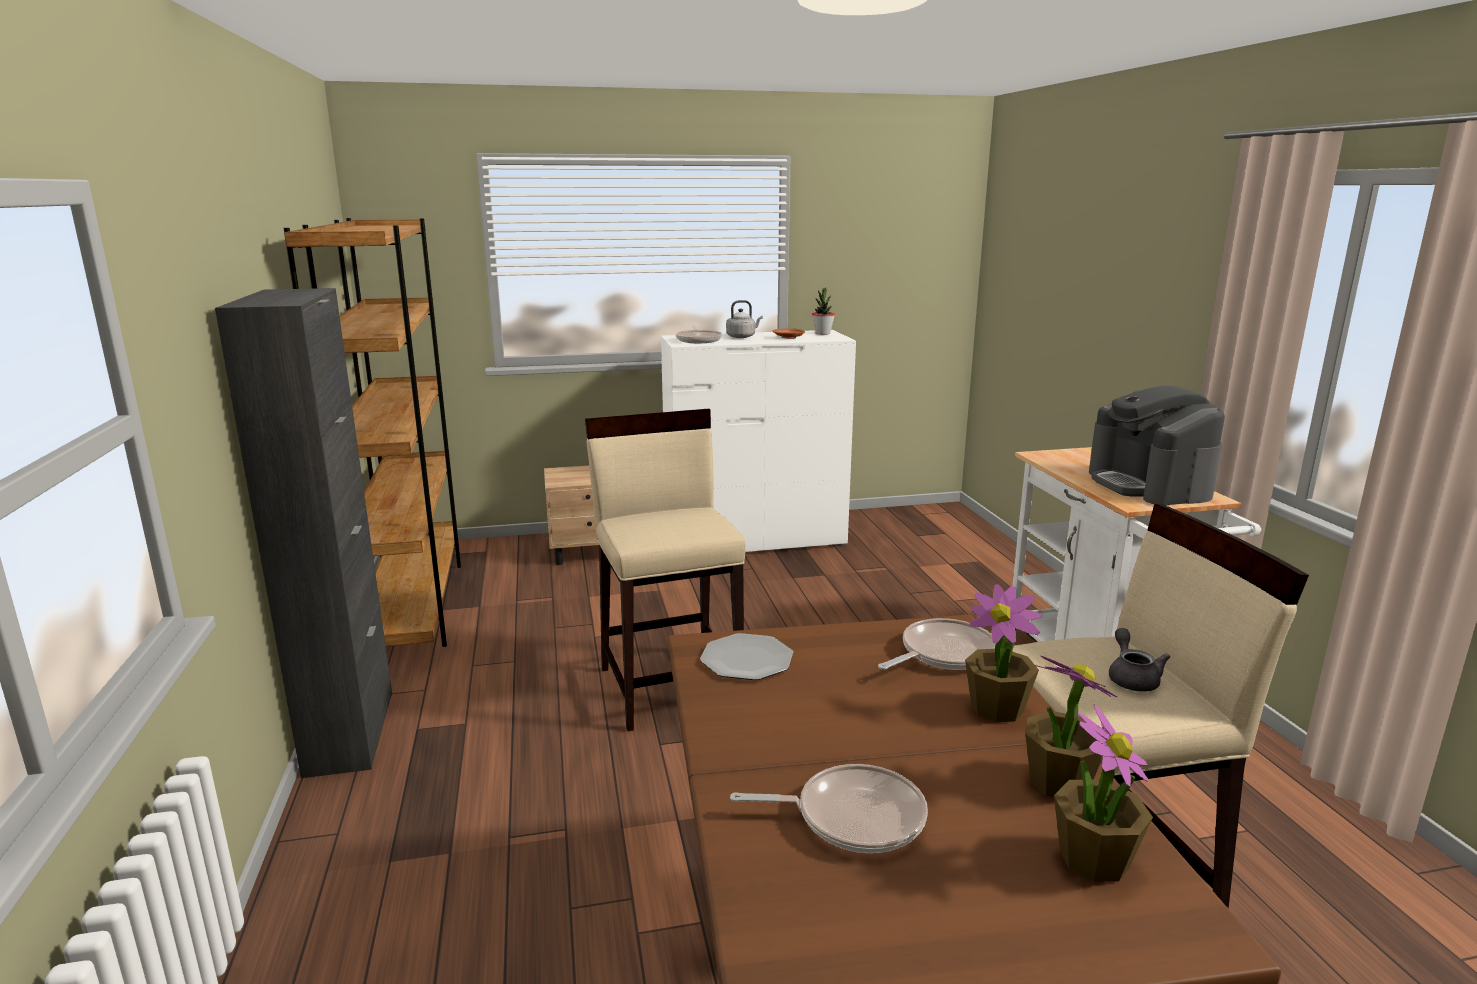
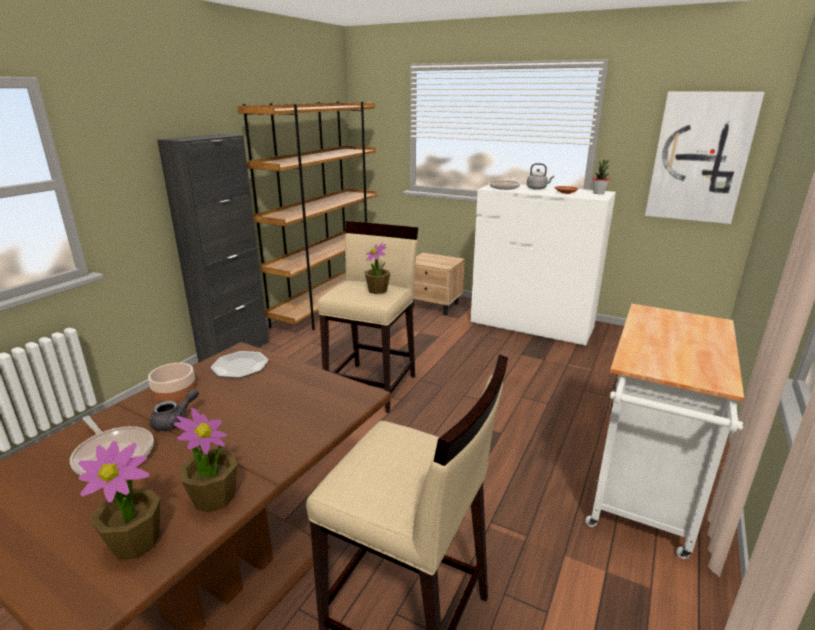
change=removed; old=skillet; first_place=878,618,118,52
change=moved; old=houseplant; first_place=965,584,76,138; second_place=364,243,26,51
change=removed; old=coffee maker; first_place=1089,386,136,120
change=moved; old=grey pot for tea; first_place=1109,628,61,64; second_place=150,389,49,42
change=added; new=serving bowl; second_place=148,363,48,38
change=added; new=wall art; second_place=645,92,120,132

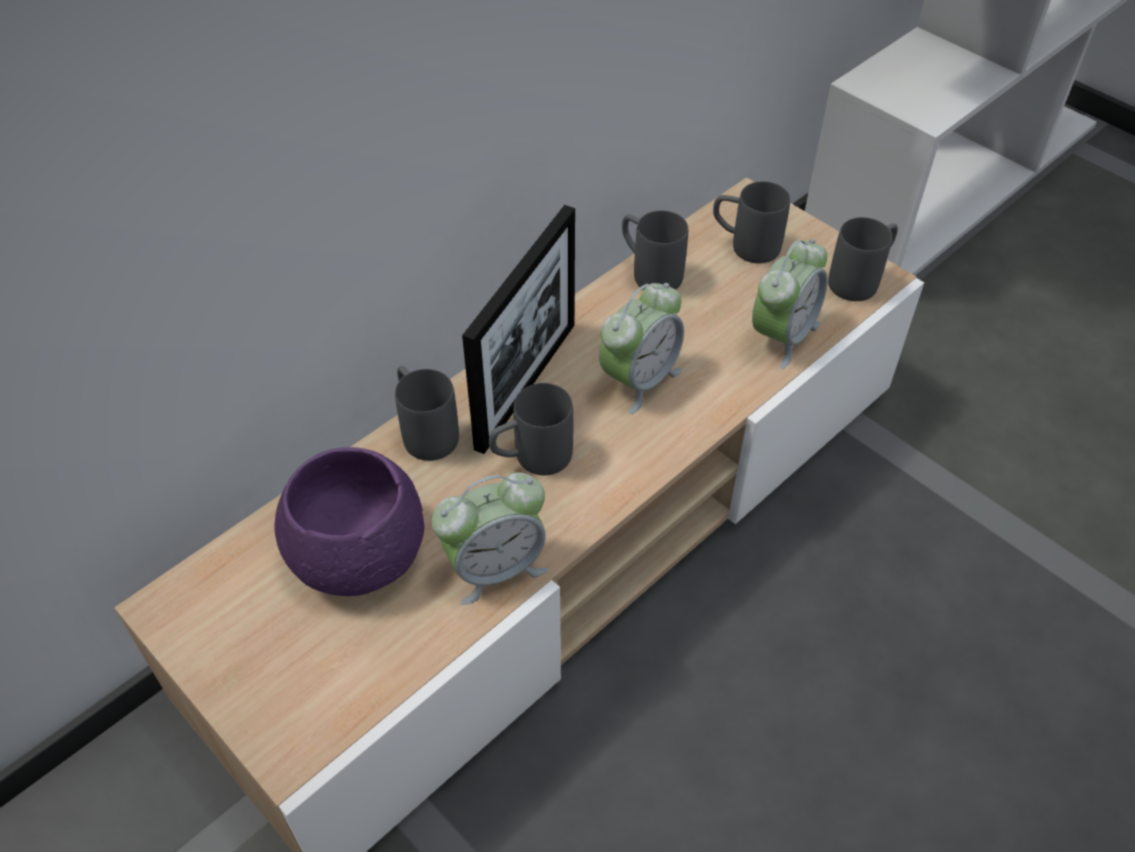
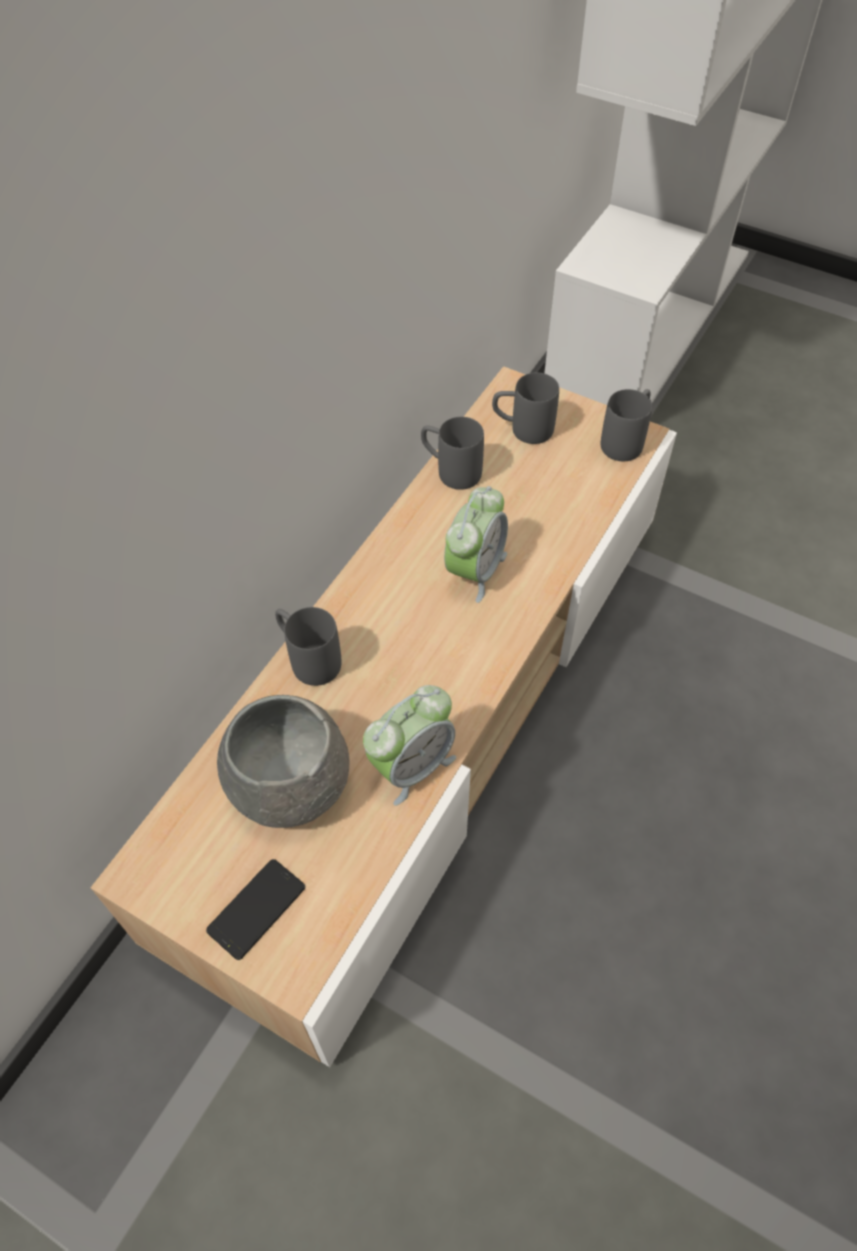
change=recoloured; old=purplish serving bowl; new=grey serving bowl; first_place=274,447,150,149; second_place=217,695,133,133
change=removed; old=standing frame; first_place=462,205,113,249
change=removed; old=grey coffee mug; first_place=489,383,84,92
change=removed; old=alarm clock; first_place=752,239,75,130
change=added; new=telephone; second_place=206,859,99,101

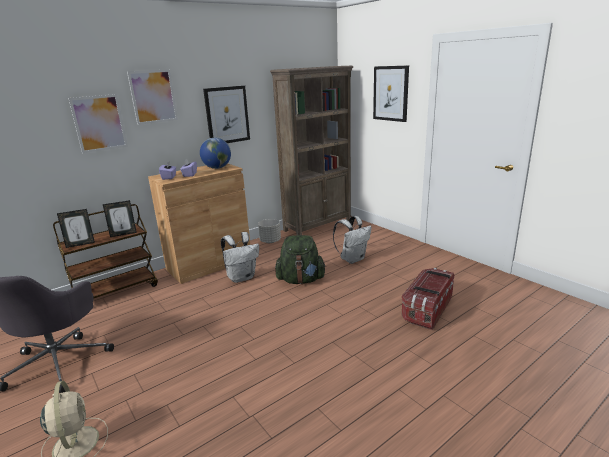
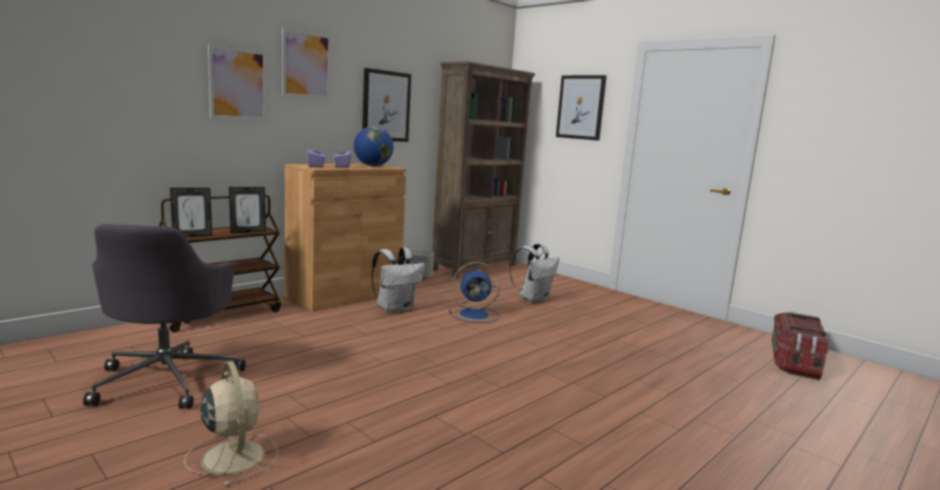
change=replaced; old=green knapsack; new=blue fan; first_place=275,235,51,49; second_place=449,262,51,61
change=moved; old=storage container; first_place=402,268,52,62; second_place=772,312,56,69

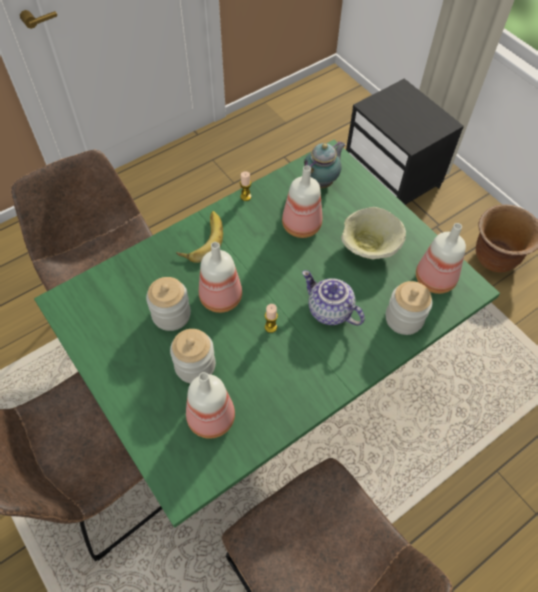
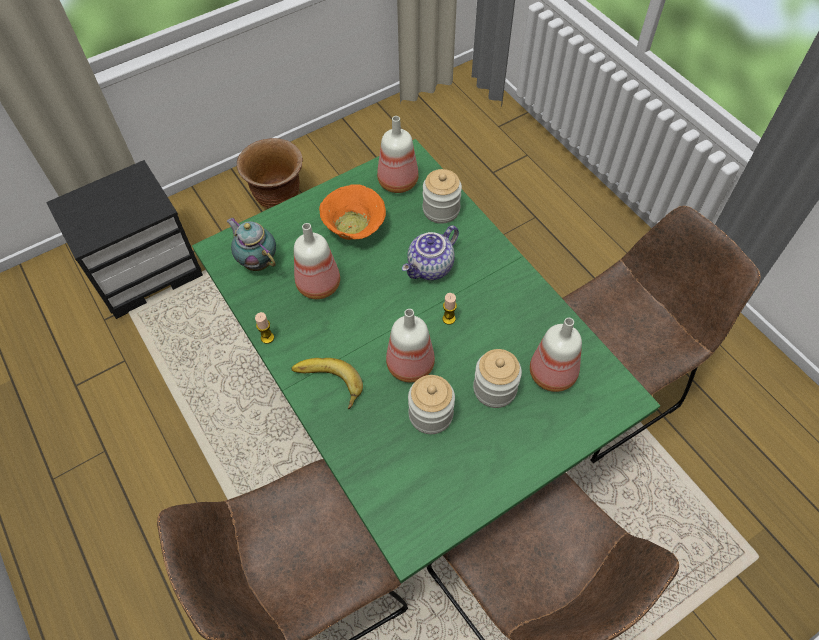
change=recoloured; old=sand-coloured serving bowl; new=orangey serving bowl; first_place=341,207,65,52; second_place=319,185,67,55

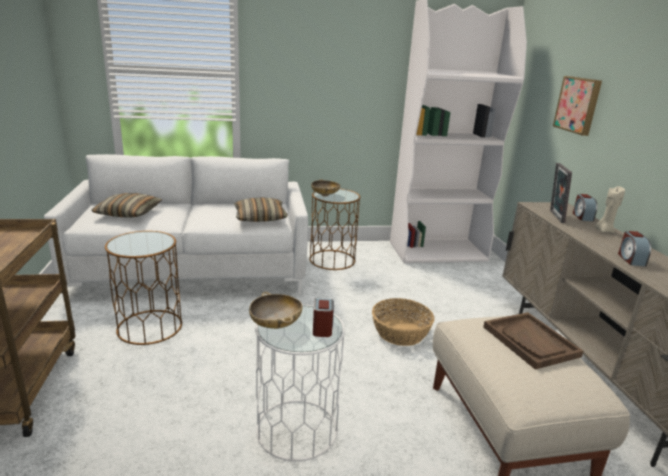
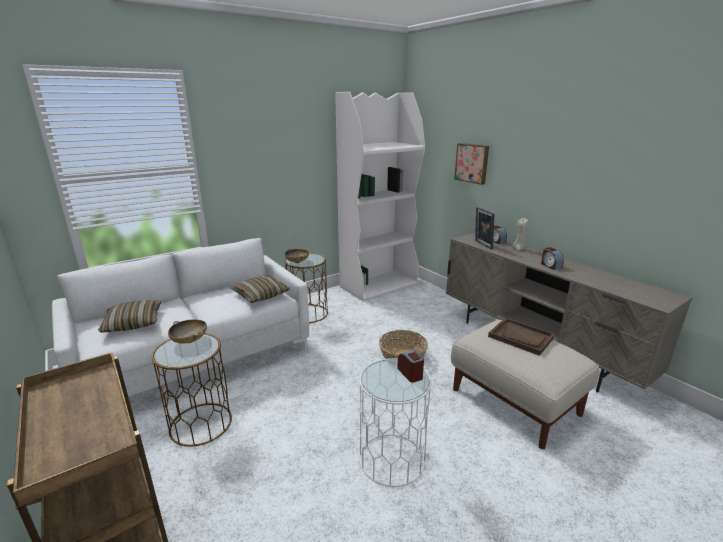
change=moved; old=sand-coloured serving bowl; first_place=249,292,53,37; second_place=168,320,39,23

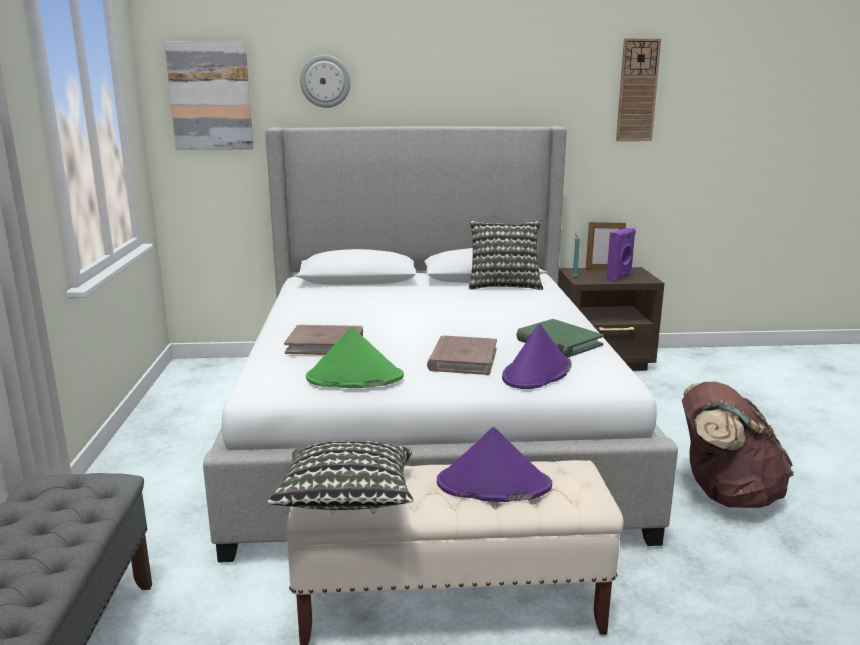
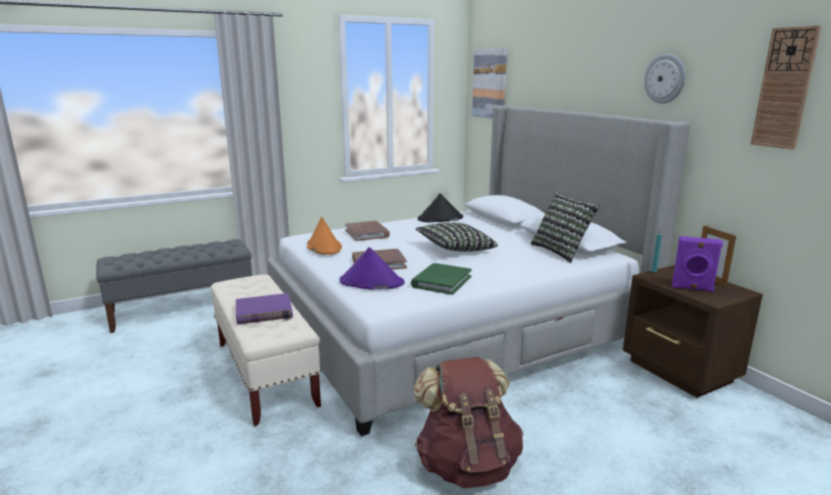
change=moved; old=cushion; first_place=268,441,145,69; second_place=415,223,83,28
change=moved; old=clock on the wall; first_place=300,55,51,53; second_place=644,54,42,50
change=recoloured; old=green clothing hat; new=orangey clothing hat; first_place=306,327,98,61; second_place=307,217,35,38
change=replaced; old=purplish clothing hat; new=purplish bound book; first_place=437,427,115,75; second_place=236,293,57,31
change=added; new=blackish clothing hat; second_place=418,193,45,29

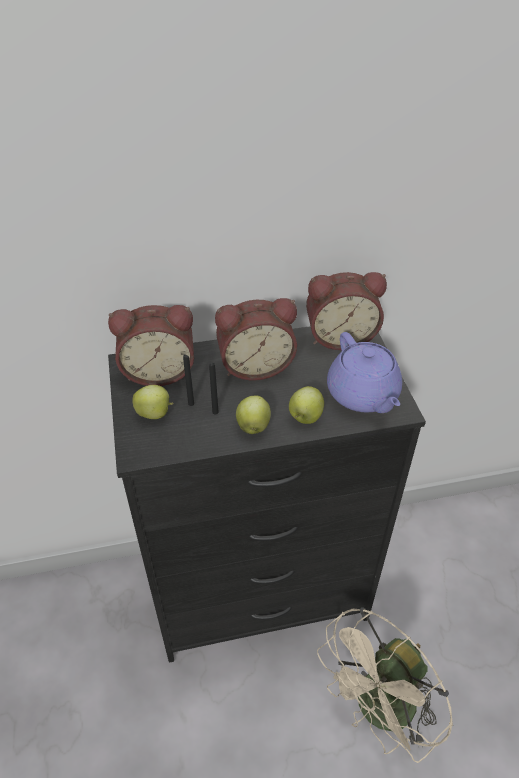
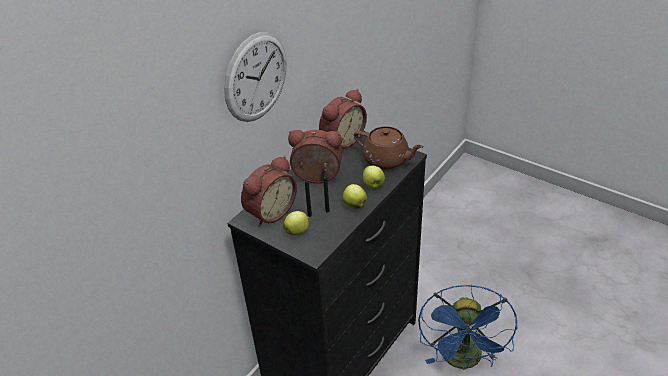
change=turned; old=alarm clock; first_place=215,298,82,82; second_place=288,130,54,54; degrees=-120
change=recoloured; old=sand-coloured fan; new=blue fan; first_place=317,607,136,156; second_place=418,285,100,85
change=recoloured; old=purplish pot for tea; new=brown pot for tea; first_place=327,332,75,81; second_place=354,126,70,43
change=added; new=clock on the wall; second_place=224,32,62,90

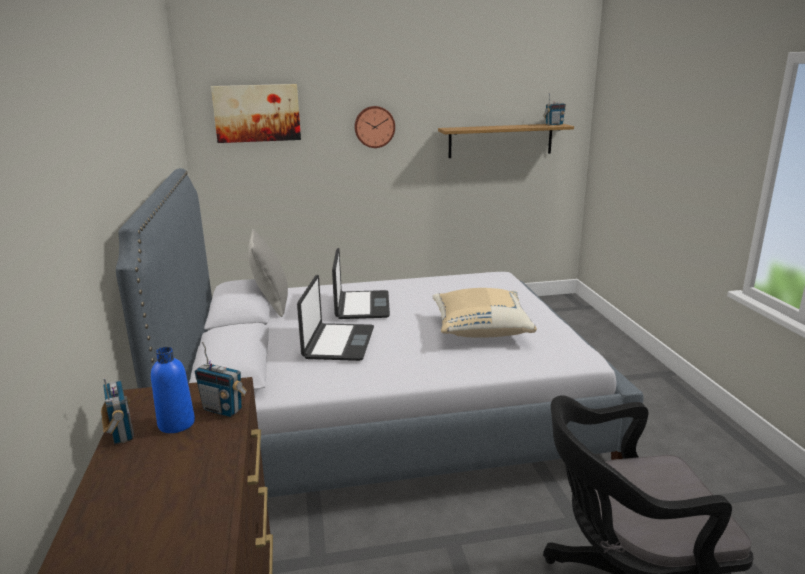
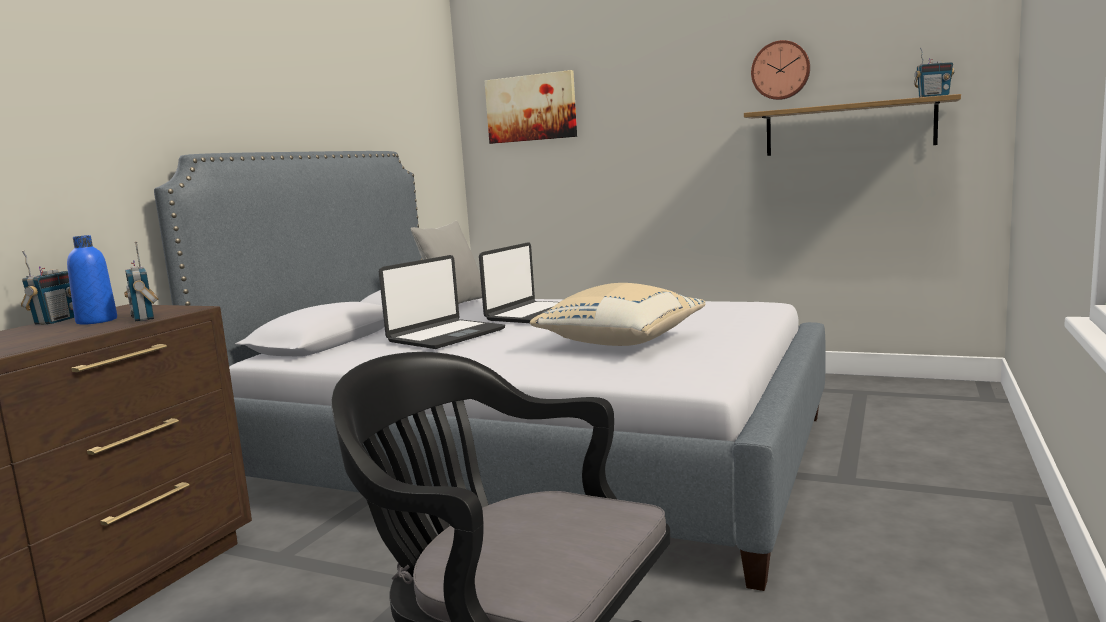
change=moved; old=clock on the wall; first_place=355,106,40,42; second_place=751,40,59,60

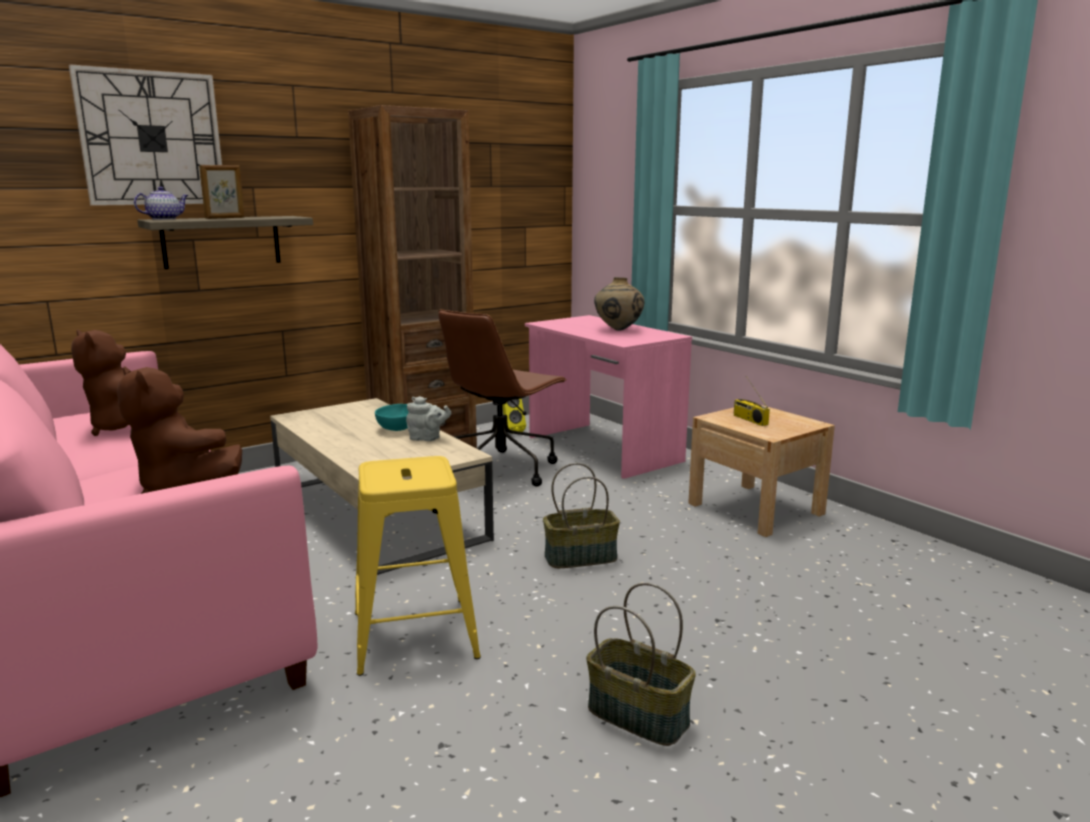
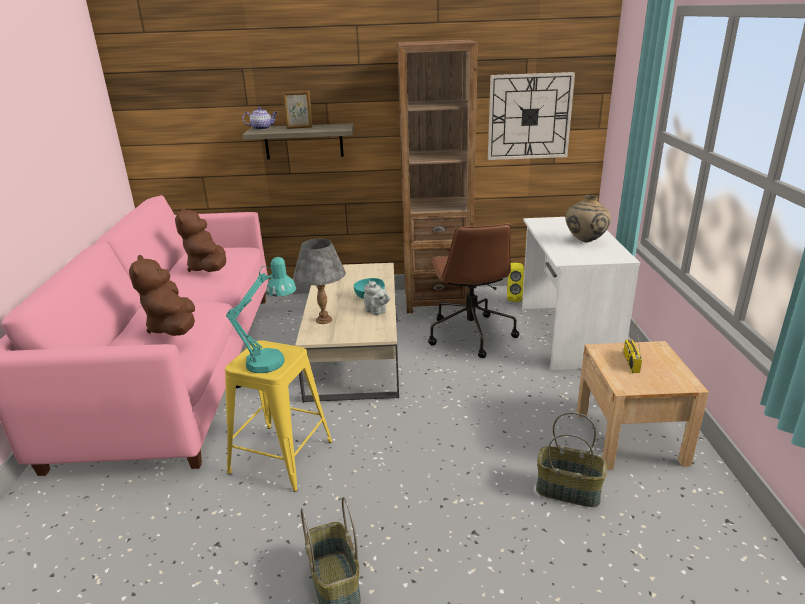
change=moved; old=clock on the wall; first_place=69,64,153,142; second_place=488,72,87,88
change=turned; old=brown desk chair; first_place=438,310,129,177; second_place=428,223,91,135; degrees=-75
change=recoloured; old=pinkish desk table; new=whitish desk table; first_place=525,315,167,164; second_place=522,217,118,153
change=moved; old=storage basket; first_place=543,463,77,105; second_place=536,412,71,95
change=added; new=turquoise table lamp; second_place=226,257,70,116
change=added; new=grey table lamp; second_place=293,239,53,85

